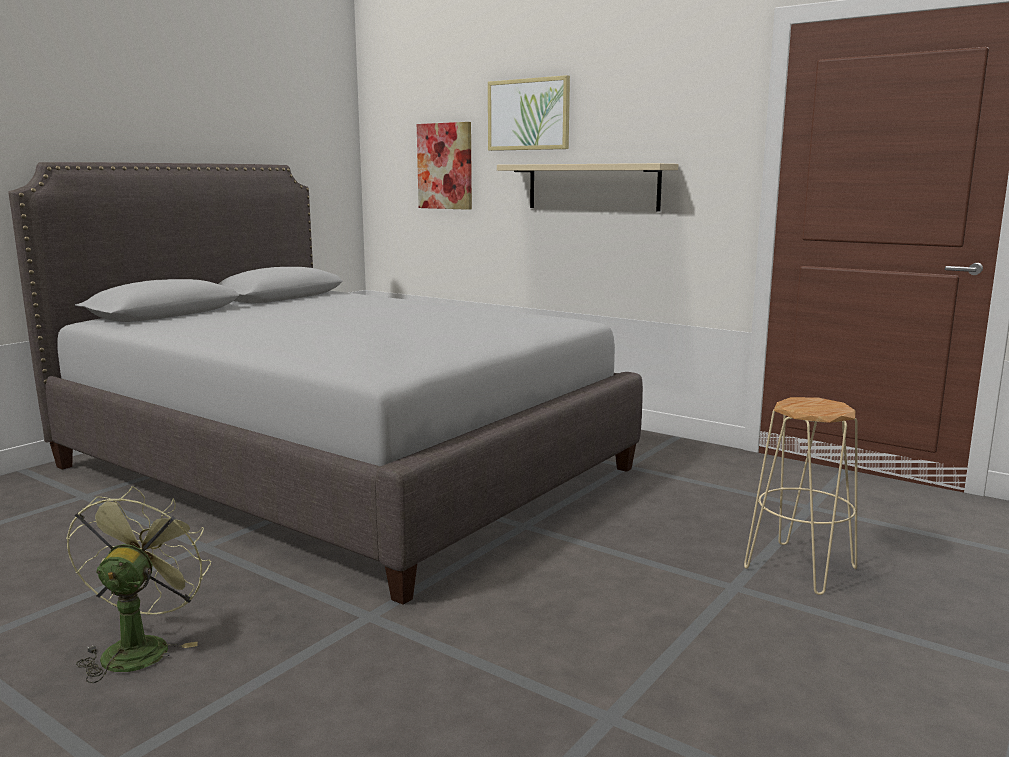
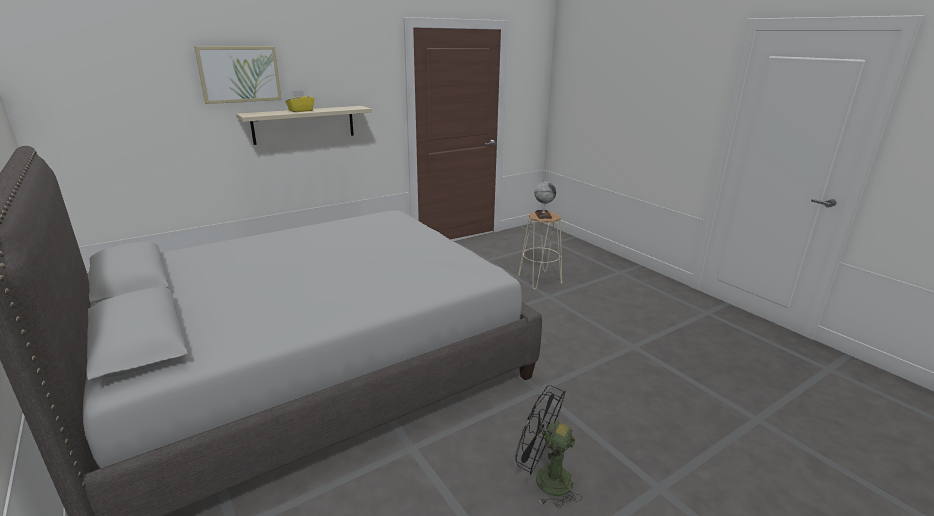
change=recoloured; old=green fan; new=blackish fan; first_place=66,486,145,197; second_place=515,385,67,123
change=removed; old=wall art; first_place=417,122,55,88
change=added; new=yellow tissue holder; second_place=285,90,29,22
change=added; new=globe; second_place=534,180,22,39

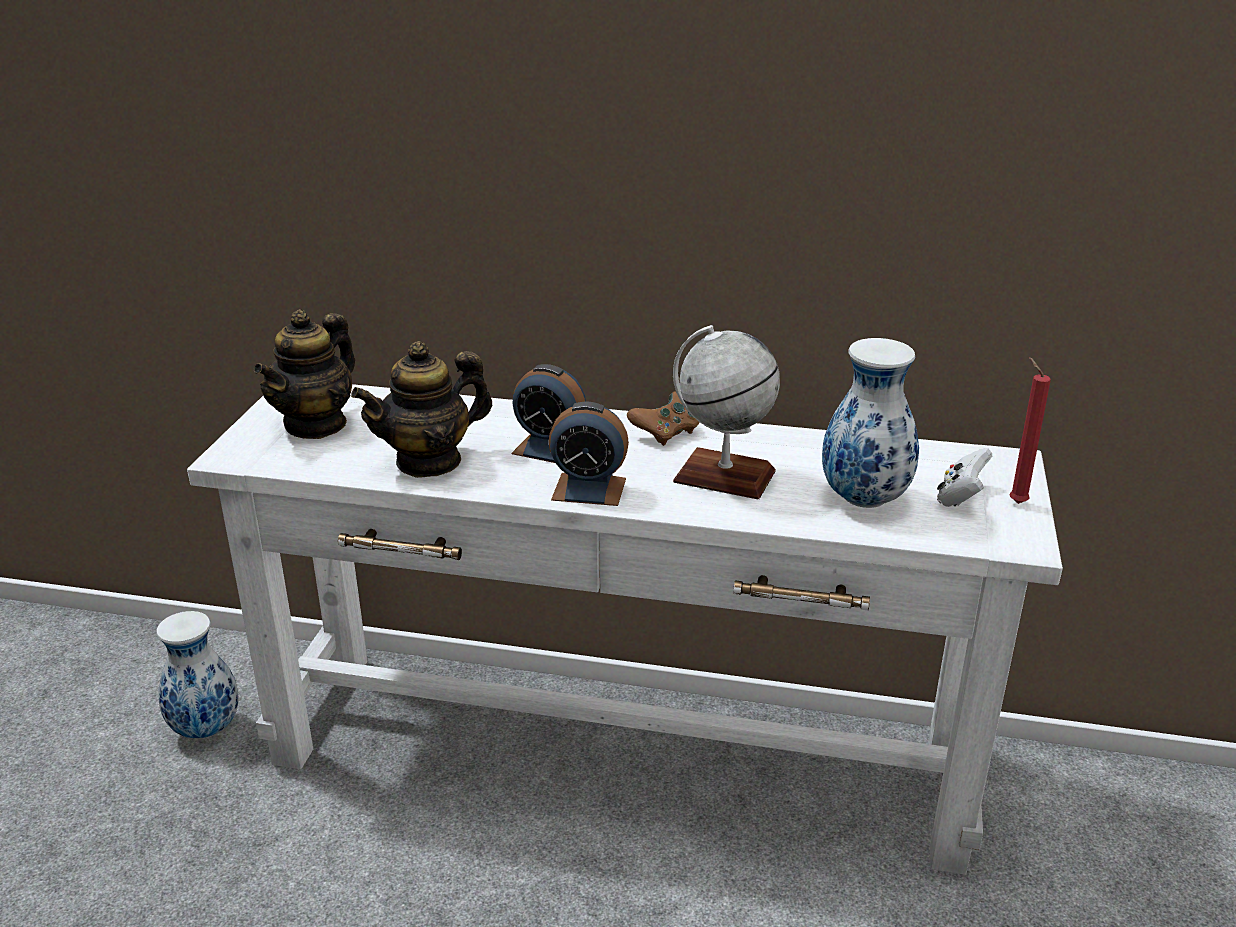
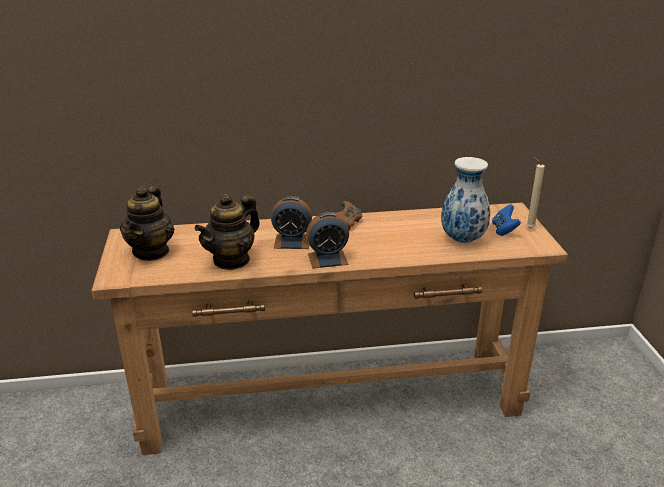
change=removed; old=decorative vase; first_place=157,611,82,127
change=recoloured; old=whitish hall table; new=brown hall table; first_place=187,384,876,491; second_place=91,202,477,253
change=removed; old=globe; first_place=673,325,107,174
change=recoloured; old=whitish joypad; new=blue joypad; first_place=937,448,55,59; second_place=492,204,29,32
change=recoloured; old=red candle; new=sand-coloured candle; first_place=1010,357,41,147; second_place=526,157,19,72

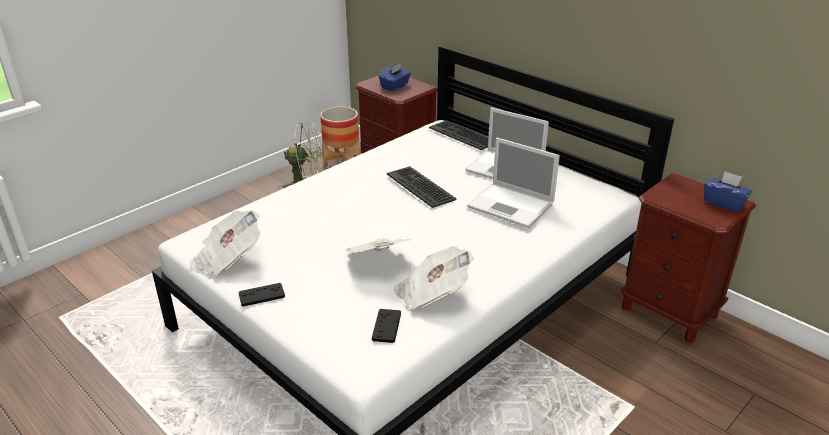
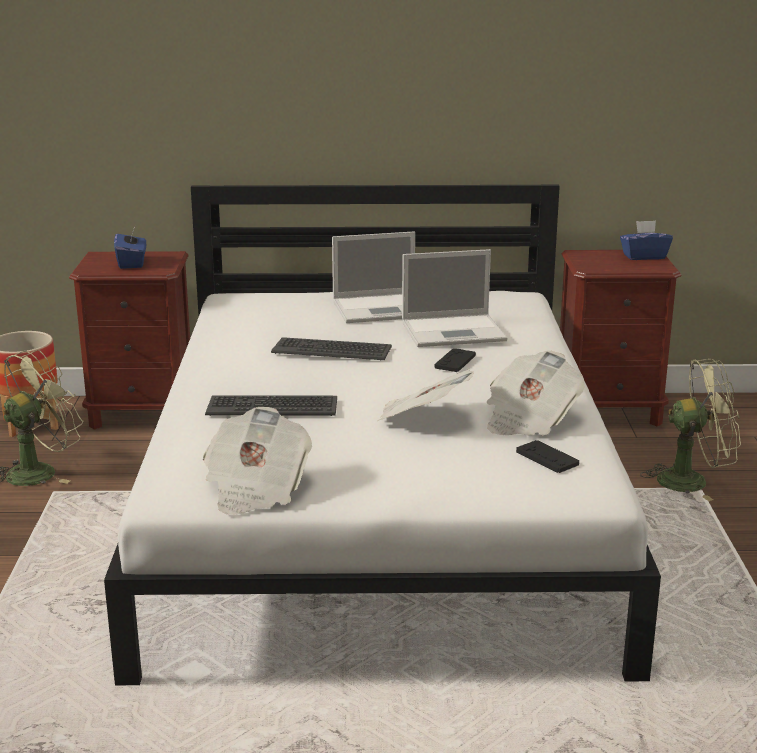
change=moved; old=blackish joypad; first_place=238,283,47,24; second_place=434,348,42,24
change=moved; old=keyboard; first_place=429,120,59,30; second_place=205,395,132,21
change=added; new=green fan; second_place=640,359,101,142

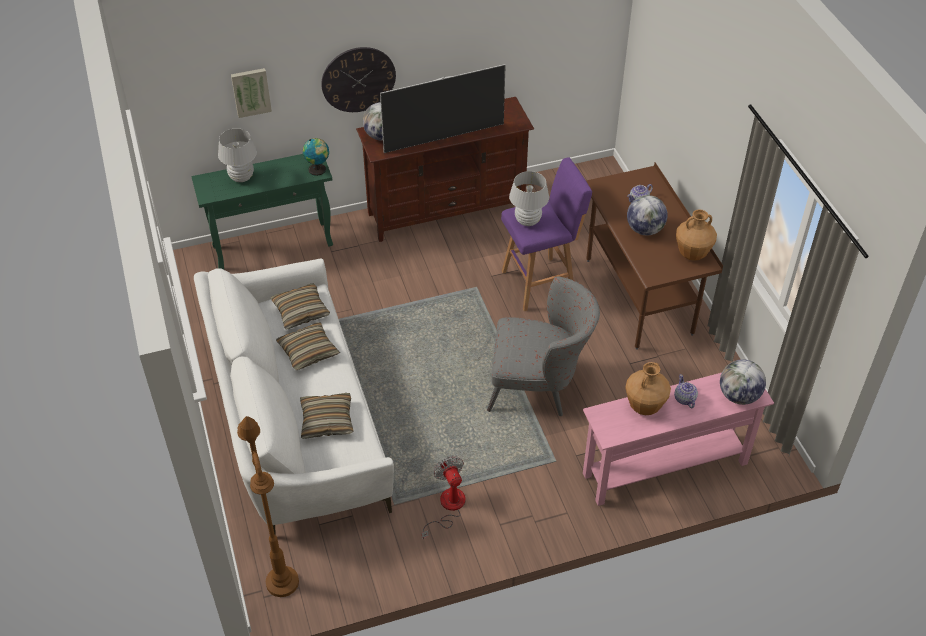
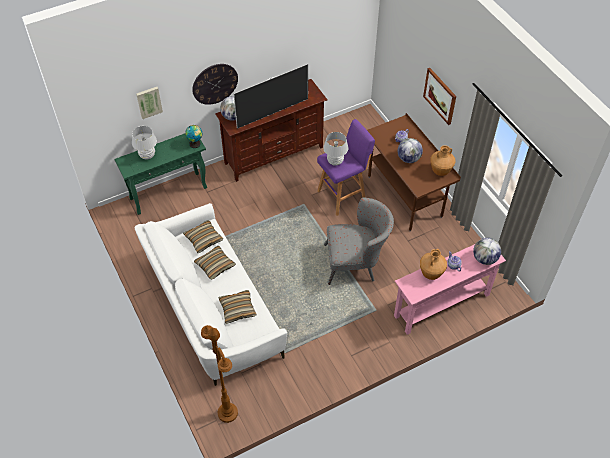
change=removed; old=fan; first_place=422,456,44,83
change=added; new=wall art; second_place=423,68,33,57

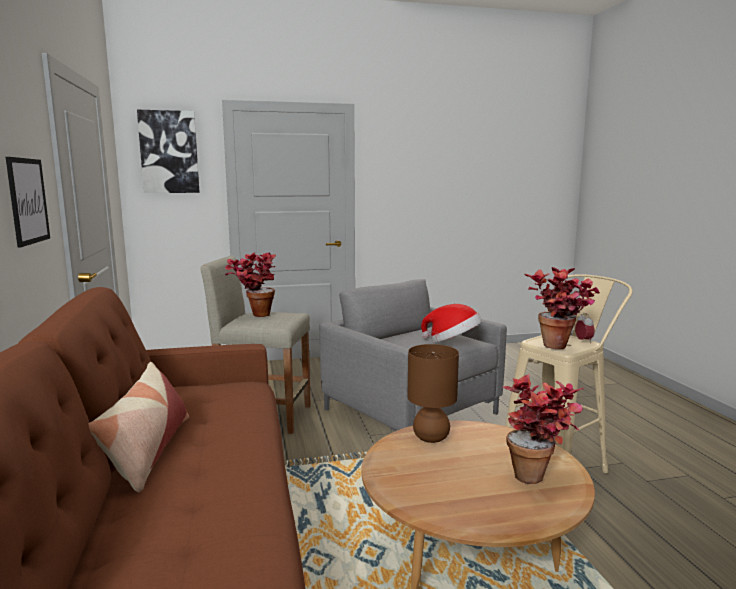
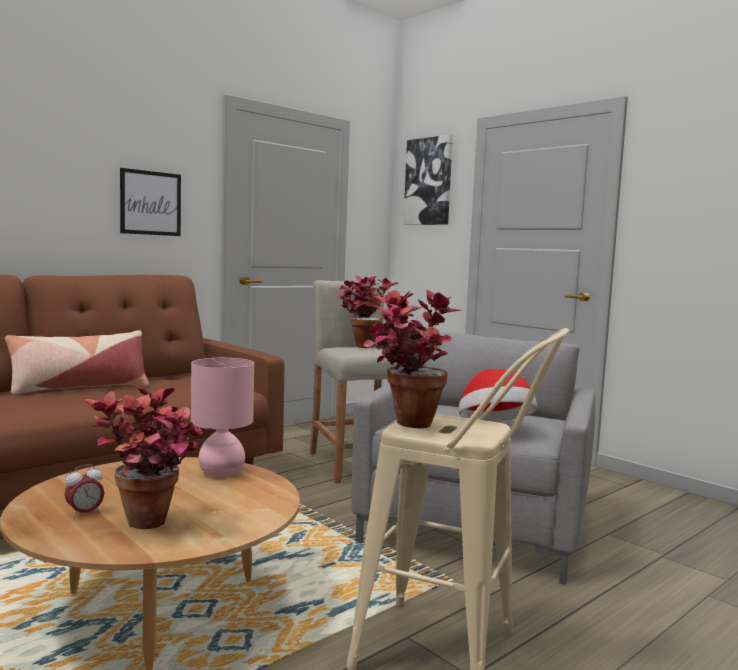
change=recoloured; old=brown table lamp; new=pinkish table lamp; first_place=407,344,52,99; second_place=191,358,63,119
change=moved; old=alarm clock; first_place=575,313,20,29; second_place=65,464,40,54

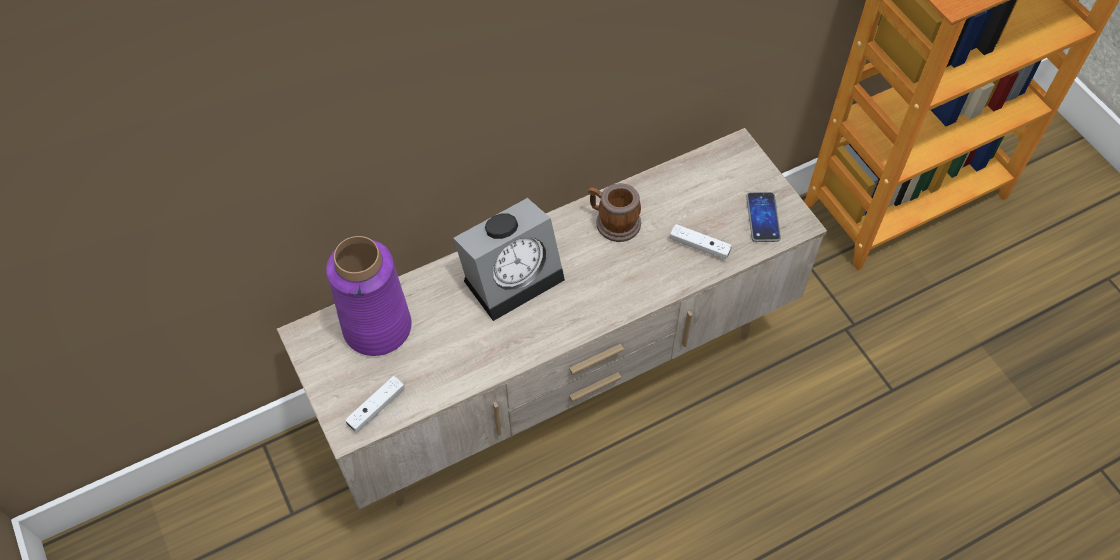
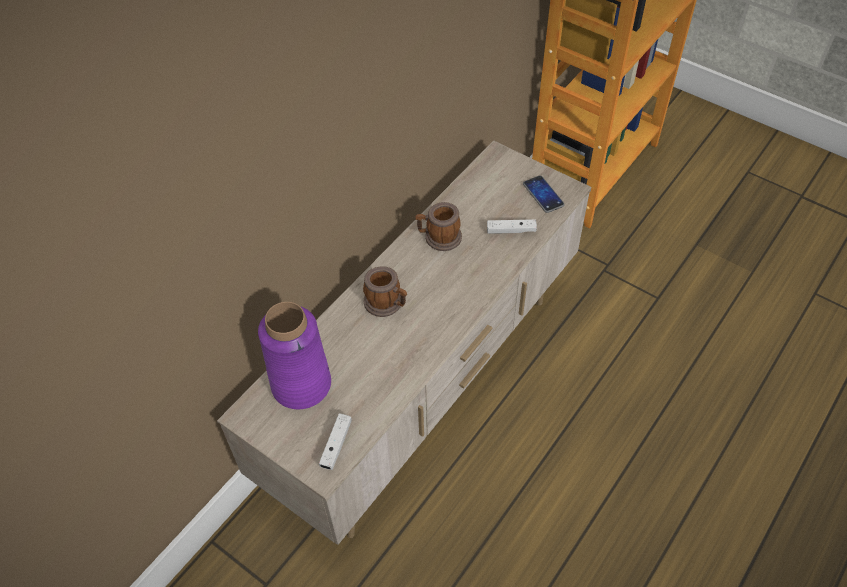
change=replaced; old=alarm clock; new=coffee mug; first_place=453,198,112,123; second_place=363,266,44,51

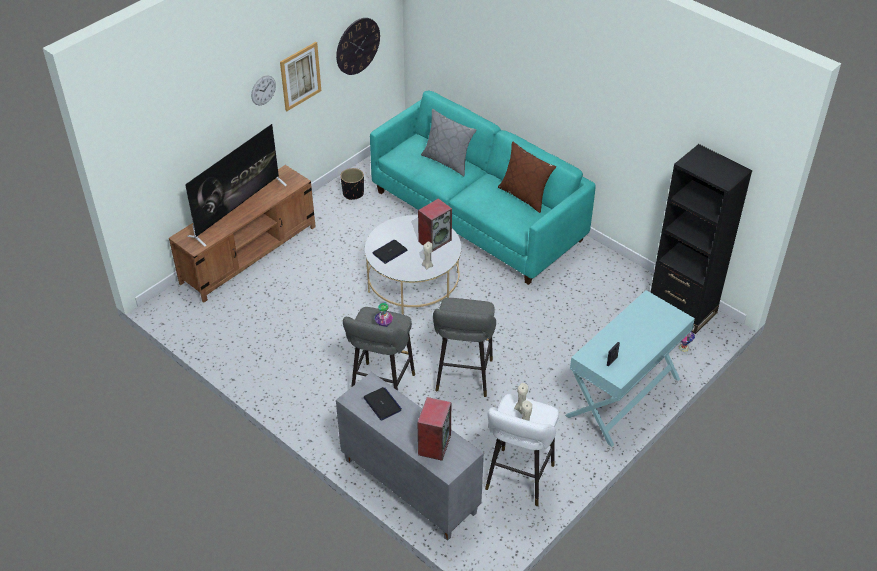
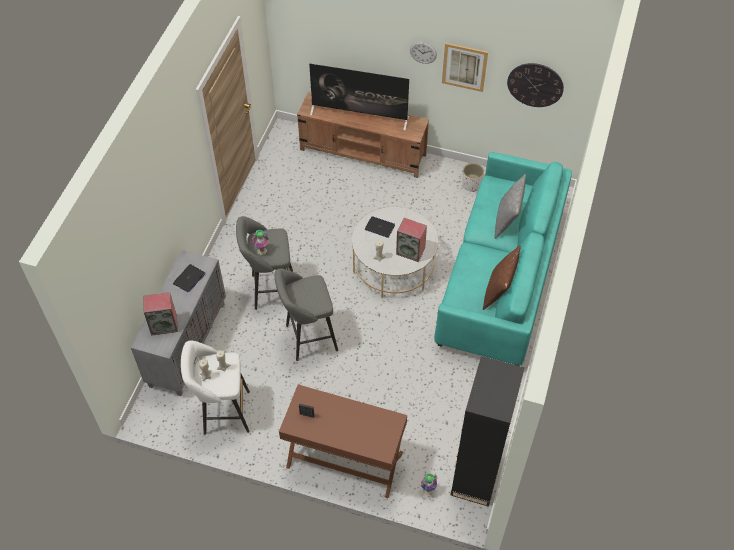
change=recoloured; old=blackish plant pot; new=whitish plant pot; first_place=340,168,24,32; second_place=462,163,22,29
change=recoloured; old=turquoise hall table; new=brown hall table; first_place=565,290,130,157; second_place=279,385,128,113

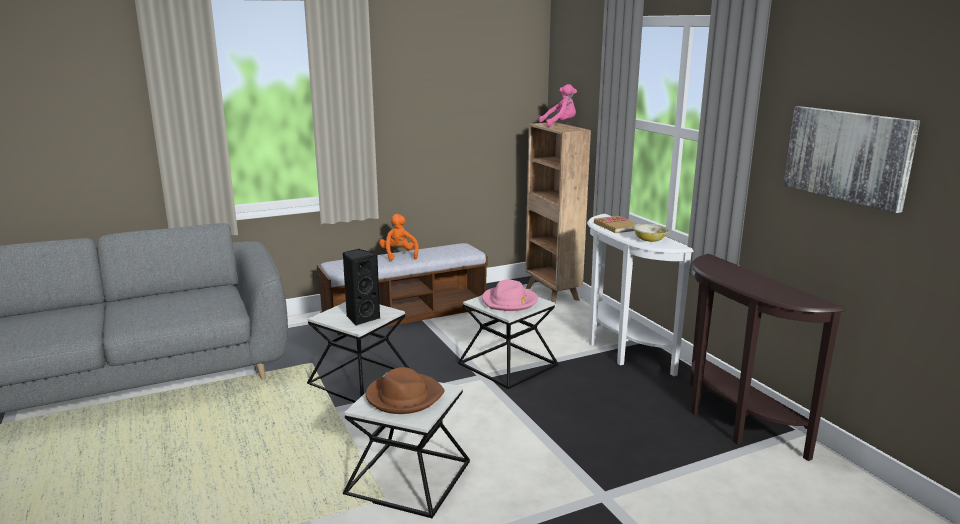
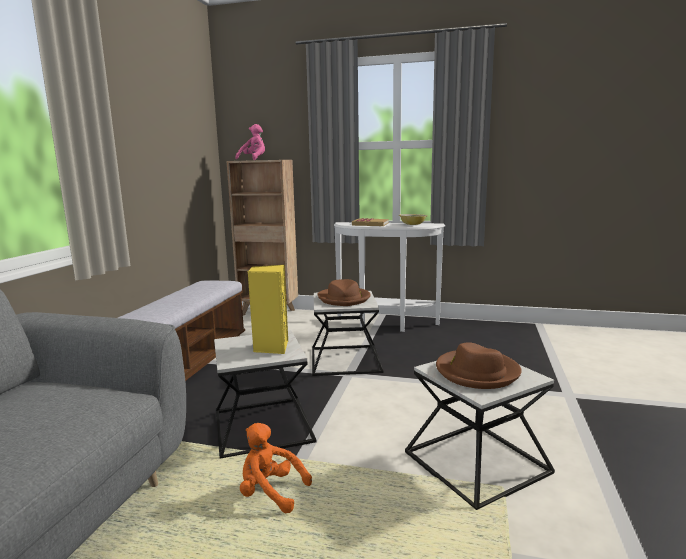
change=recoloured; old=blackish loudspeaker; new=yellow loudspeaker; first_place=343,249,37,77; second_place=248,265,40,89
change=moved; old=orangey cuddly toy; first_place=379,214,40,47; second_place=240,423,72,90
change=recoloured; old=pinkish clothing hat; new=brown clothing hat; first_place=482,279,56,32; second_place=318,279,53,27
change=removed; old=brown hall table; first_place=690,254,154,207
change=removed; old=wall art; first_place=784,106,136,107

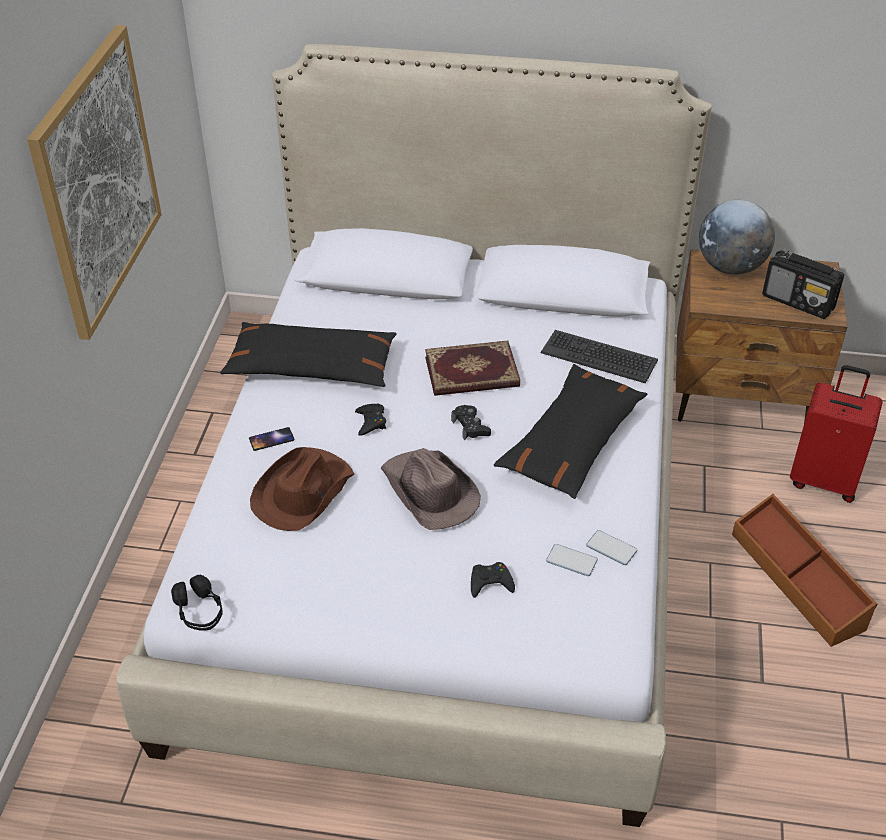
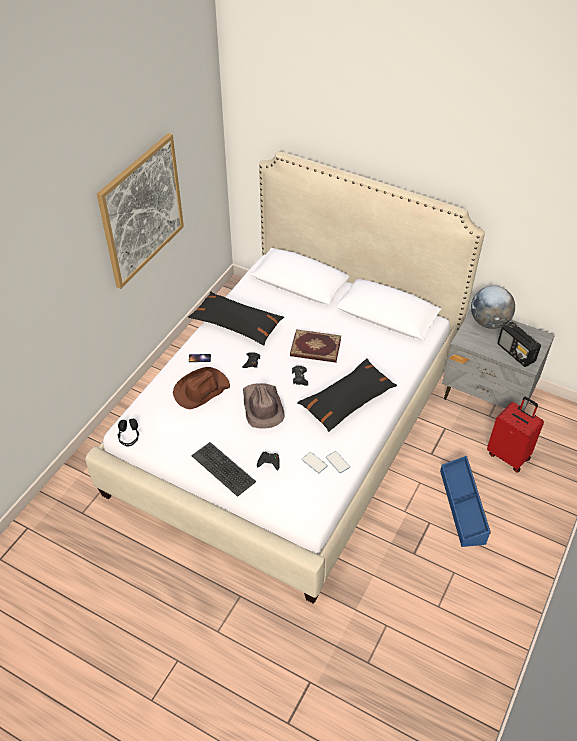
change=moved; old=keyboard; first_place=540,330,118,54; second_place=191,442,65,55
change=recoloured; old=brown night table; new=grey night table; first_place=676,250,172,173; second_place=442,309,113,102
change=recoloured; old=brown storage container; new=blue storage container; first_place=732,494,145,153; second_place=440,456,51,91

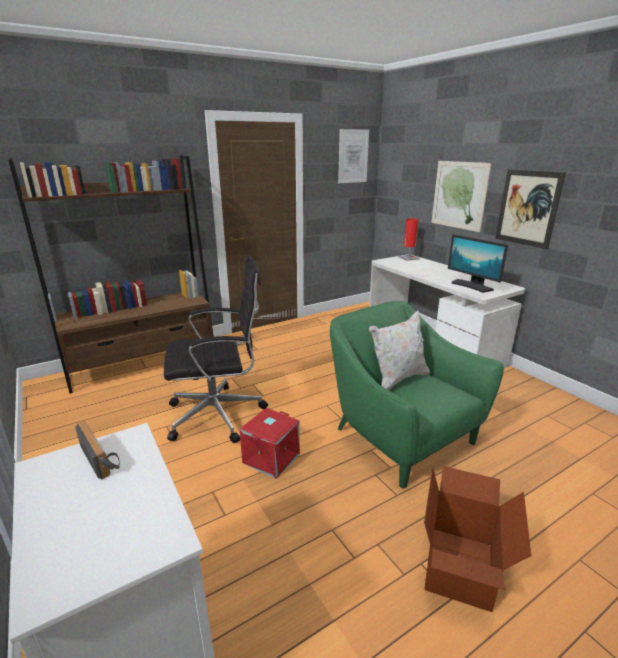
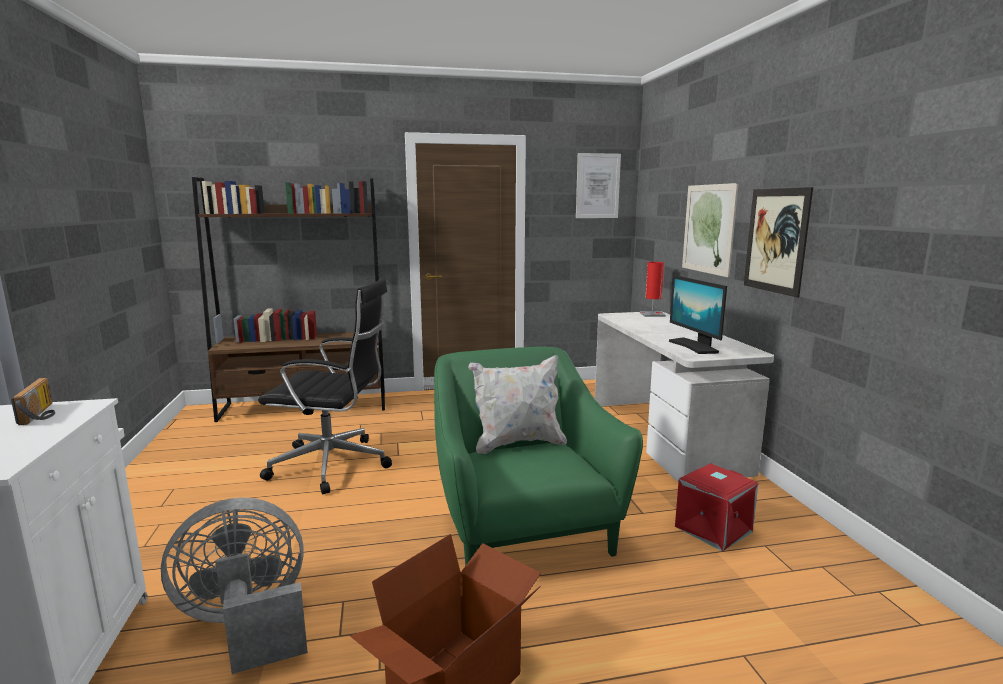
change=moved; old=red storage container; first_place=240,408,60,71; second_place=675,463,84,89
change=added; new=grey fan; second_place=161,498,147,176

